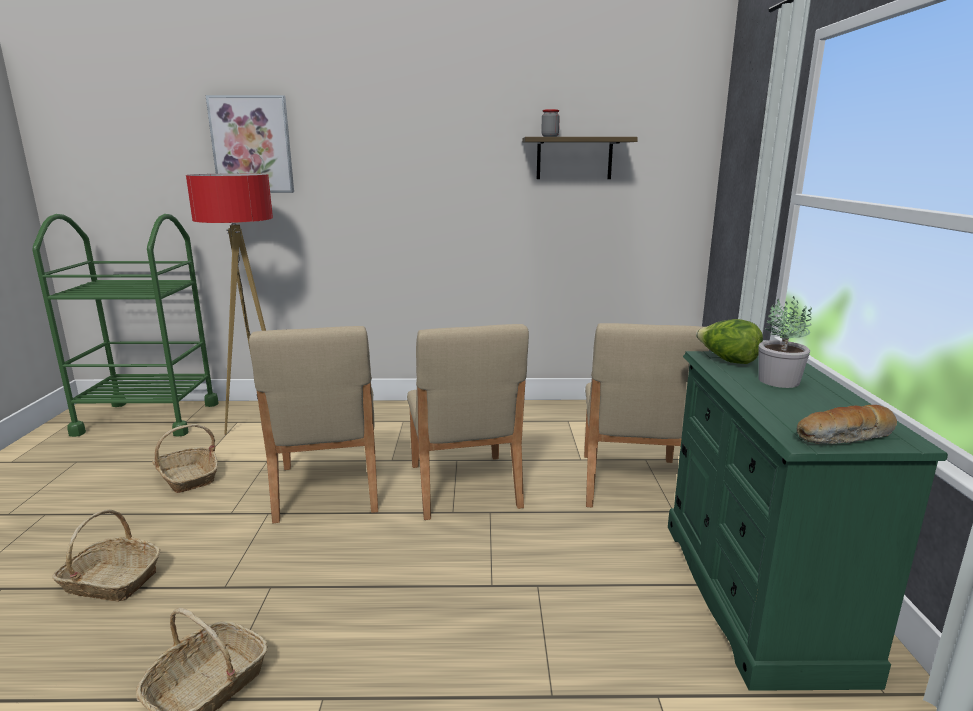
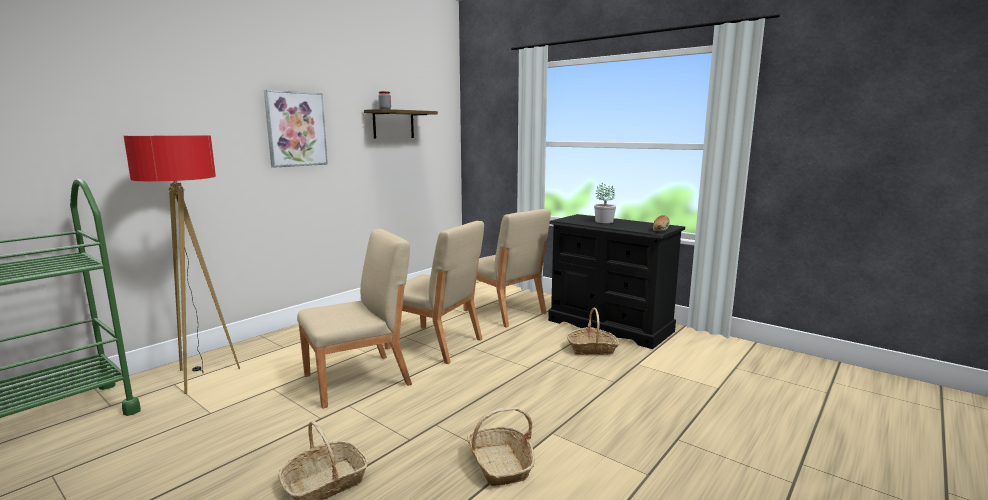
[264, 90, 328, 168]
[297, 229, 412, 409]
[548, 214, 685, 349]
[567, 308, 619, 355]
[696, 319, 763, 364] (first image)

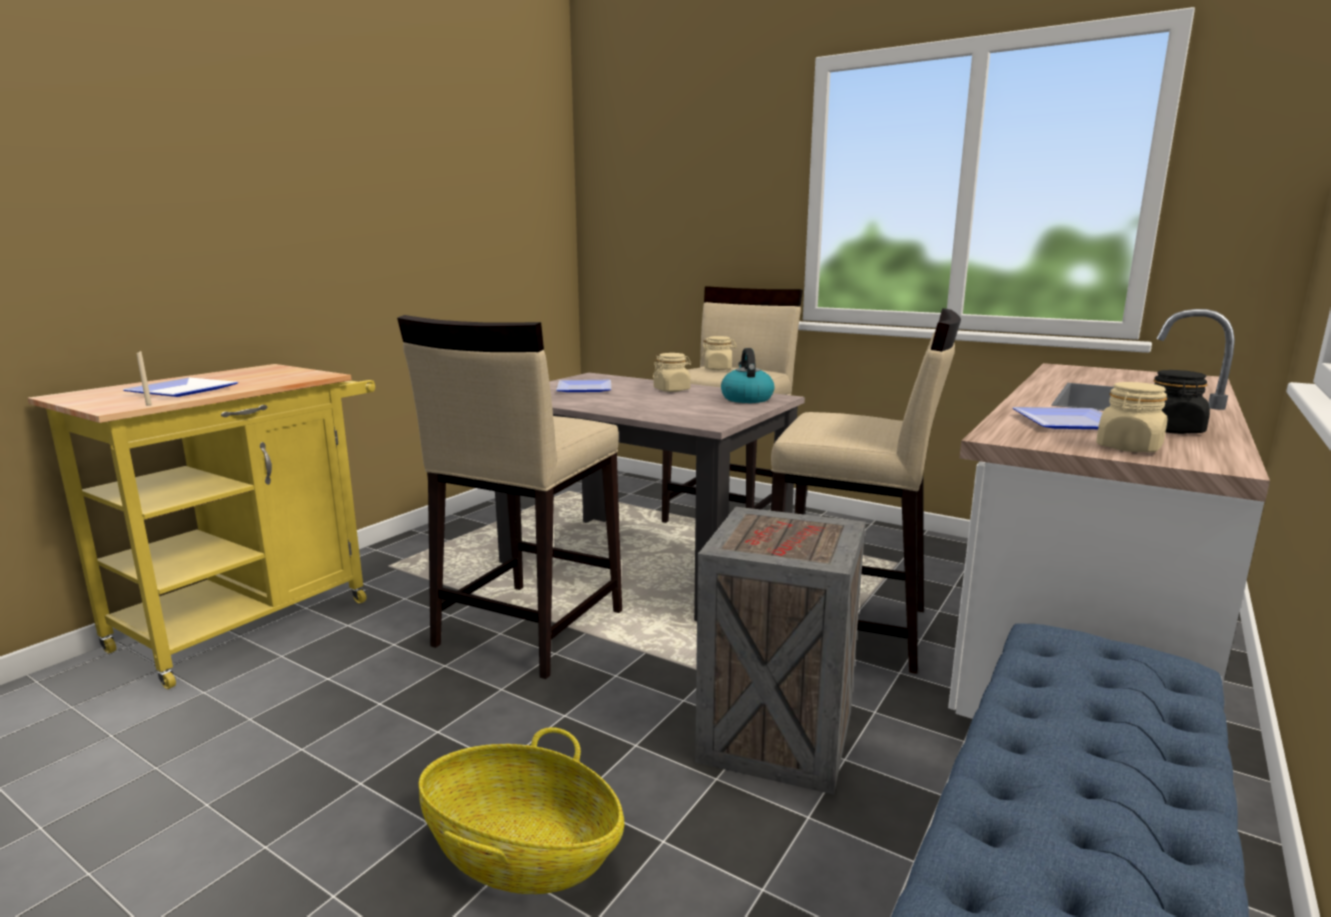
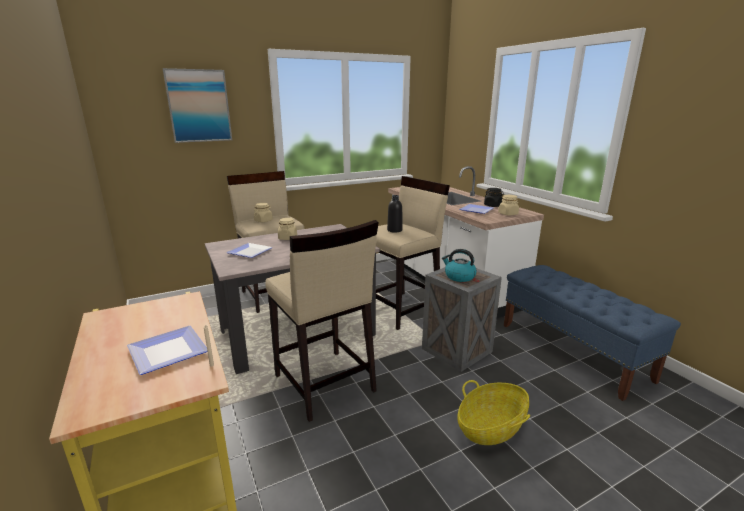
[163, 68, 232, 143]
[387, 195, 403, 233]
[442, 249, 477, 282]

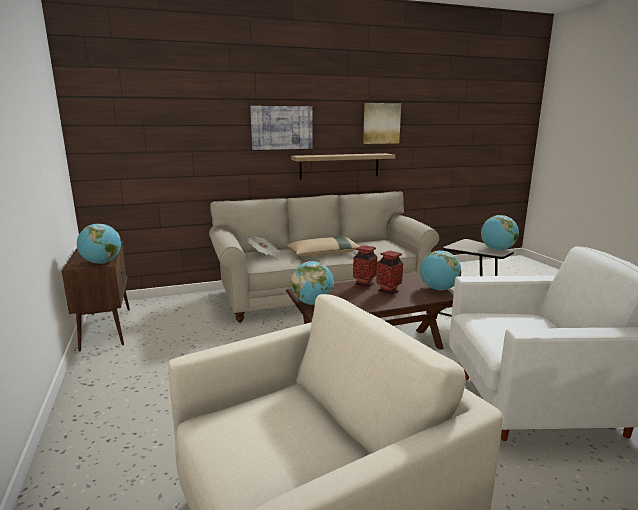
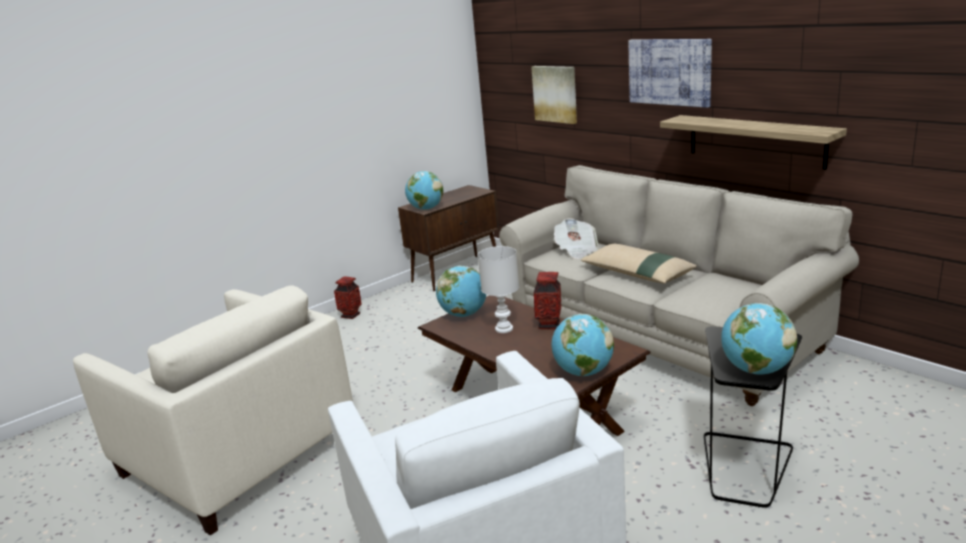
[334, 276, 361, 319]
[478, 246, 519, 333]
[531, 66, 577, 124]

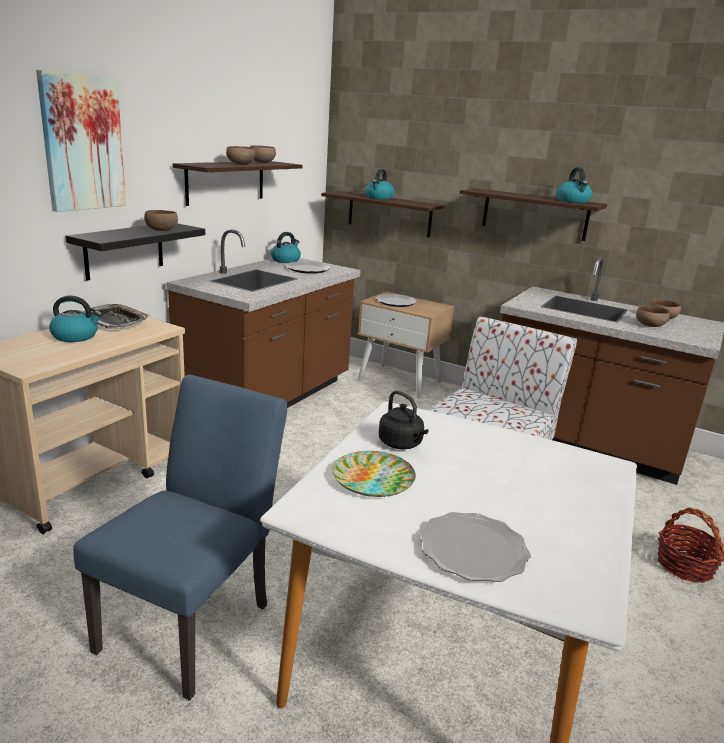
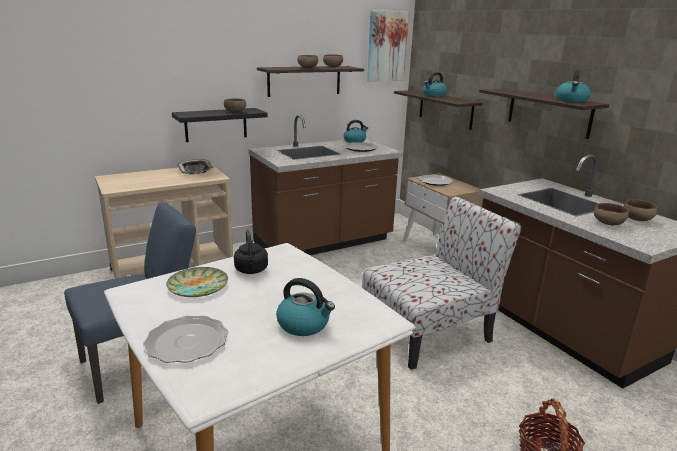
[276, 278, 335, 336]
[367, 10, 409, 82]

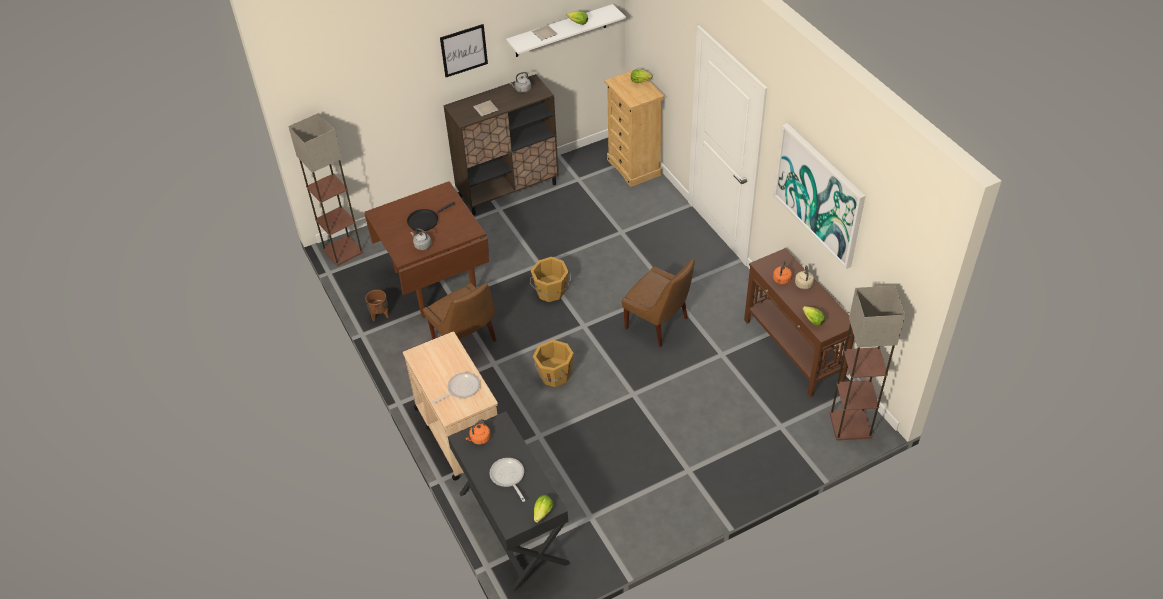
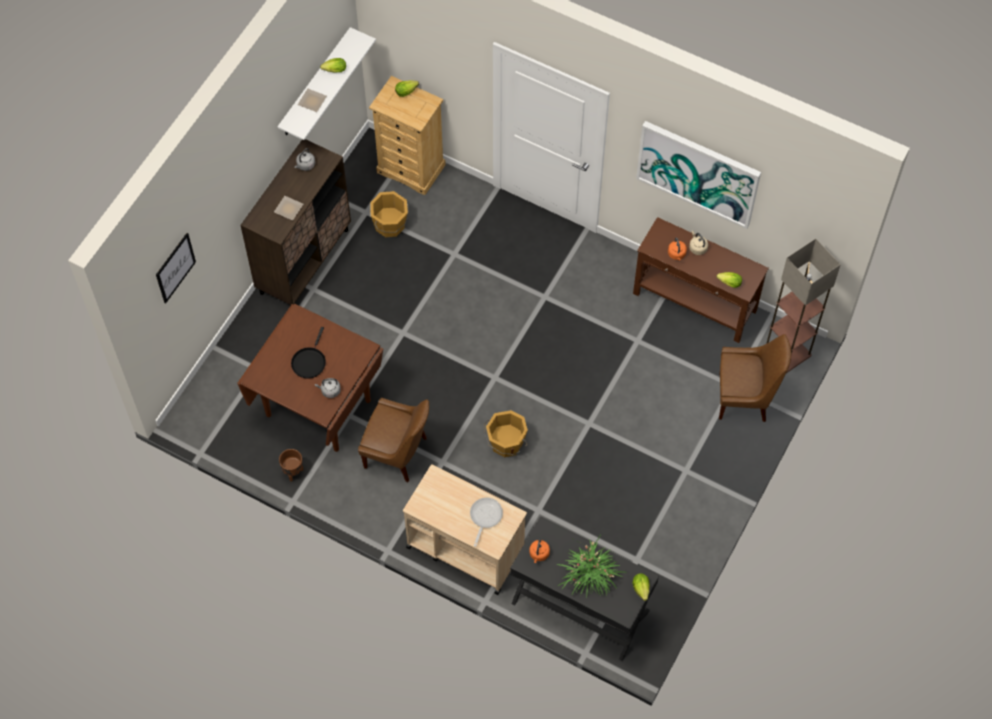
[156, 233, 196, 303]
[370, 191, 409, 237]
[556, 533, 624, 597]
[719, 334, 791, 422]
[288, 113, 364, 266] (first image)

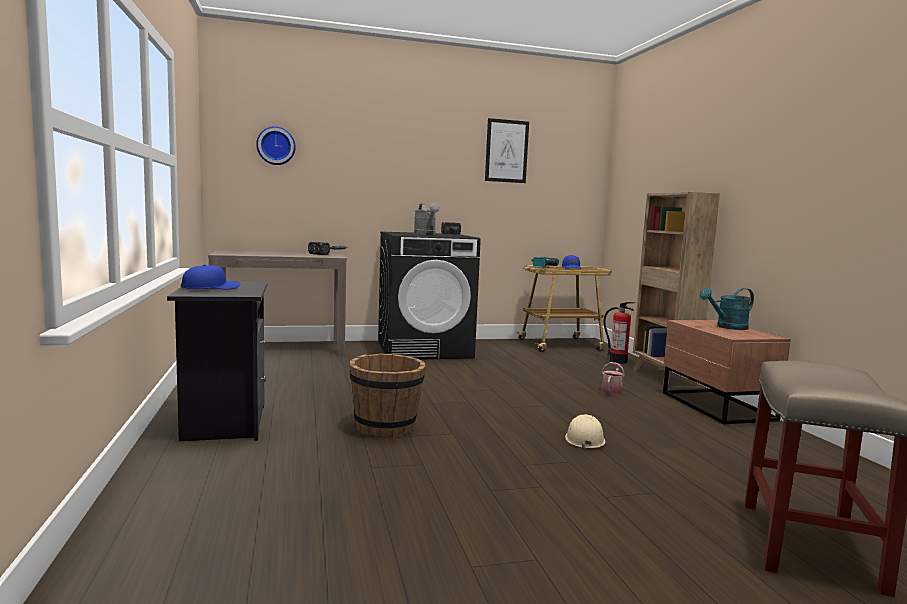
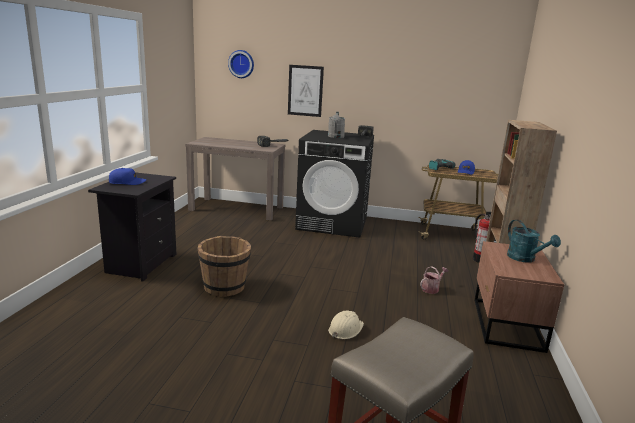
[288, 65, 324, 117]
[507, 220, 561, 263]

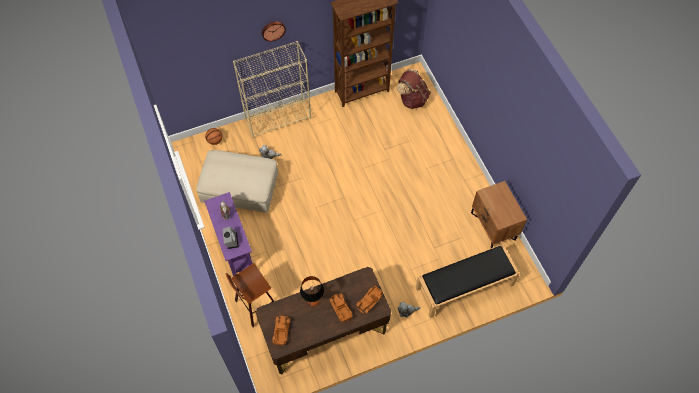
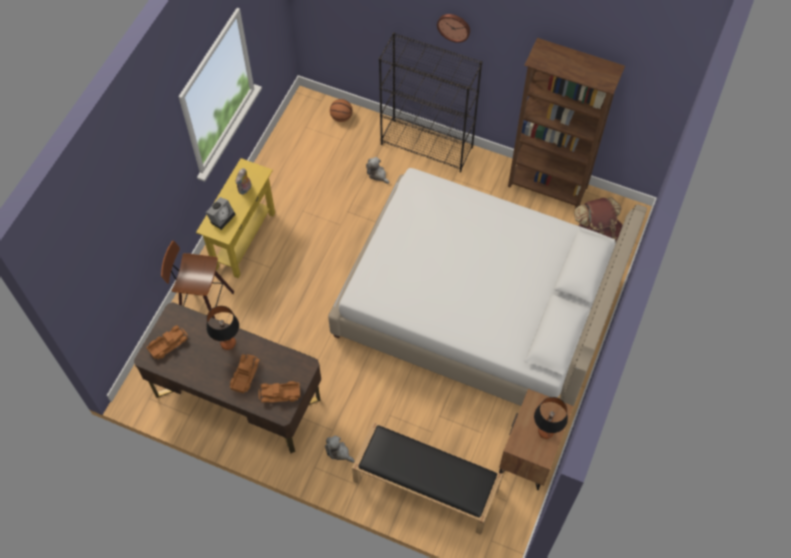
[196, 158, 275, 278]
[328, 168, 647, 406]
[379, 32, 482, 173]
[534, 397, 568, 439]
[196, 150, 278, 213] (first image)

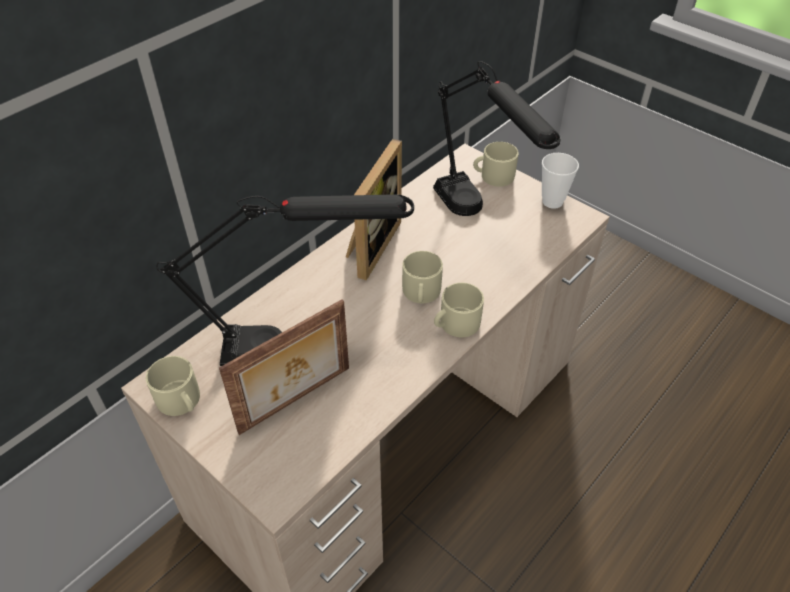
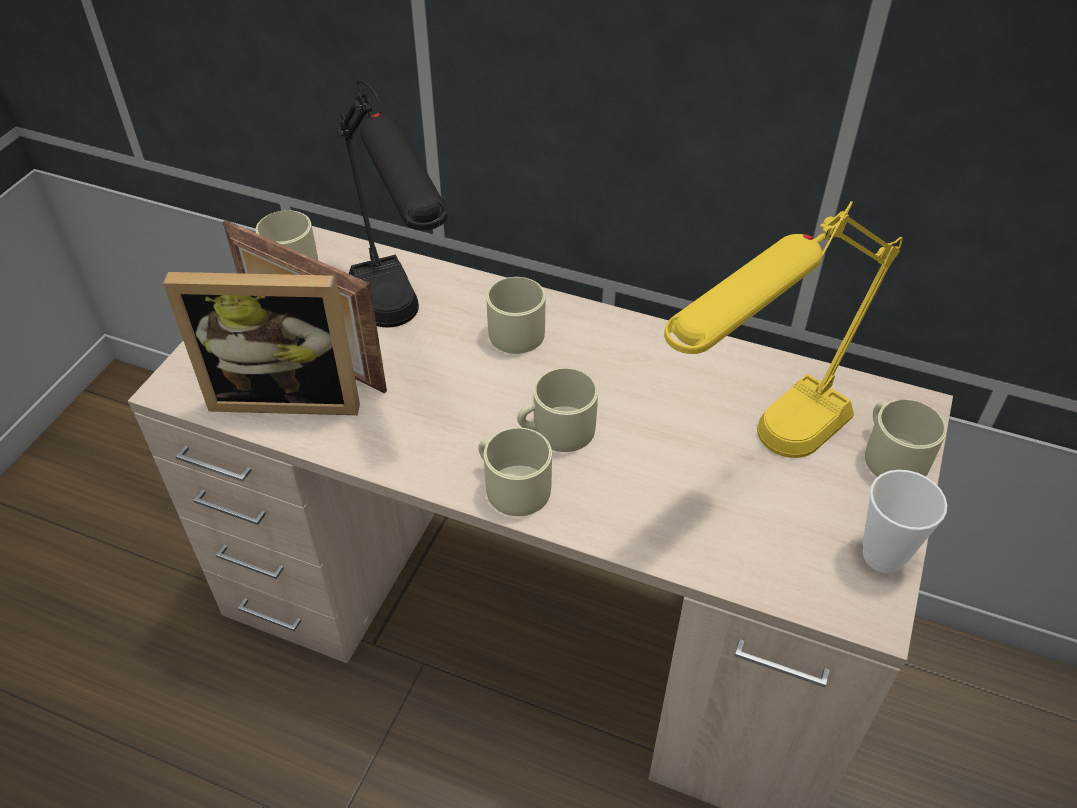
[163, 272, 360, 415]
[486, 277, 545, 354]
[664, 201, 903, 458]

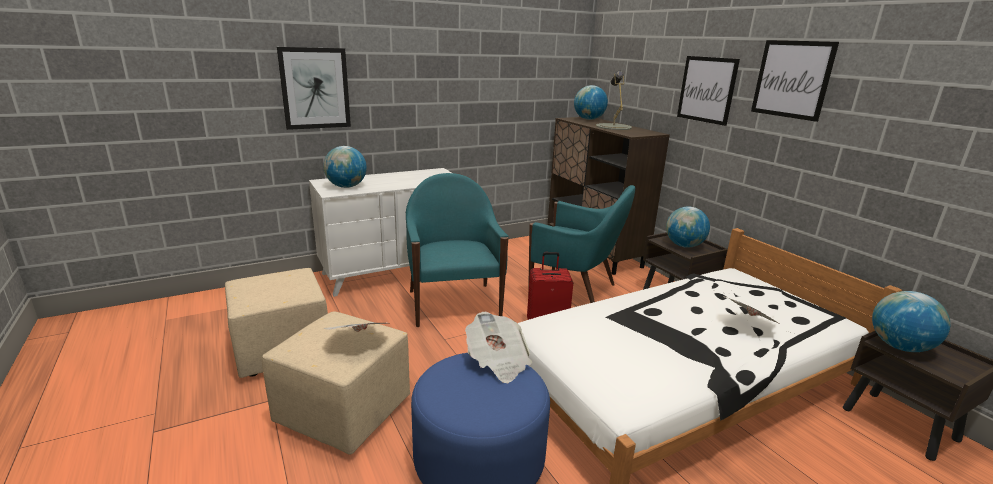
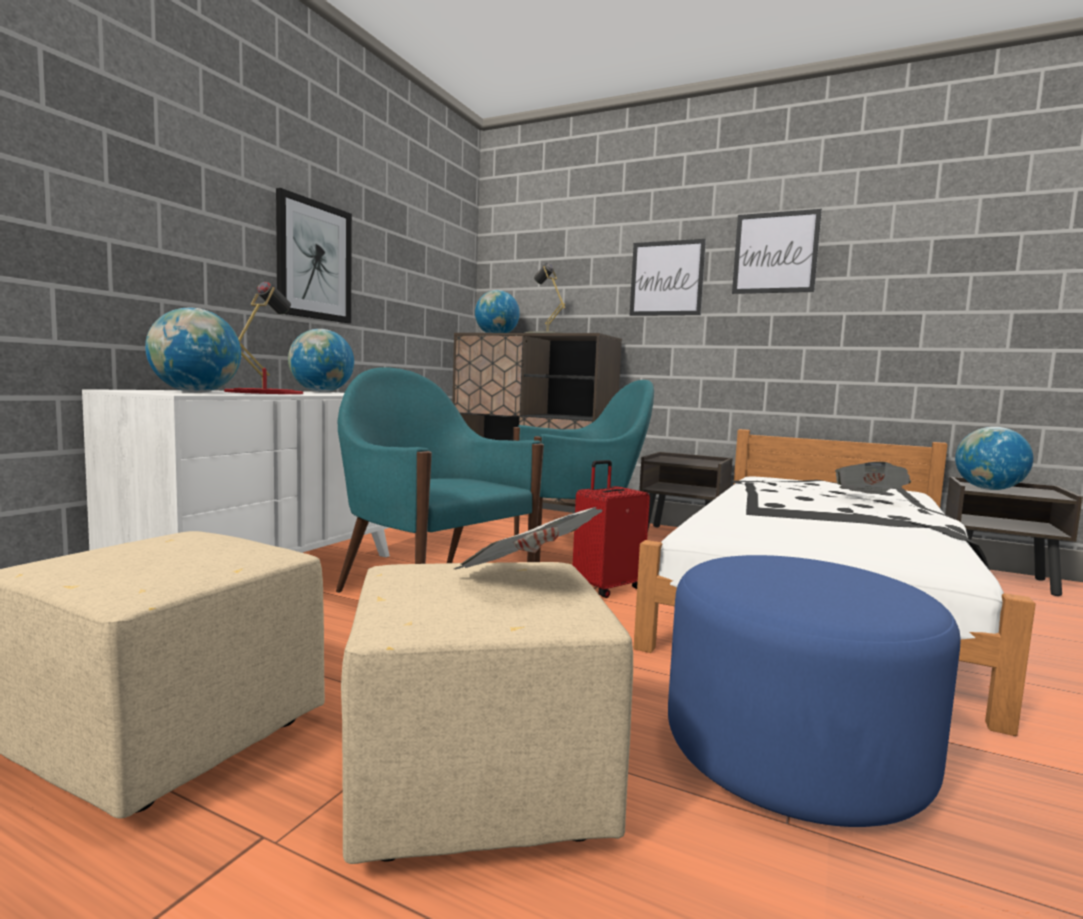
[224, 282, 303, 394]
[276, 188, 352, 323]
[288, 329, 354, 392]
[465, 312, 532, 383] (first image)

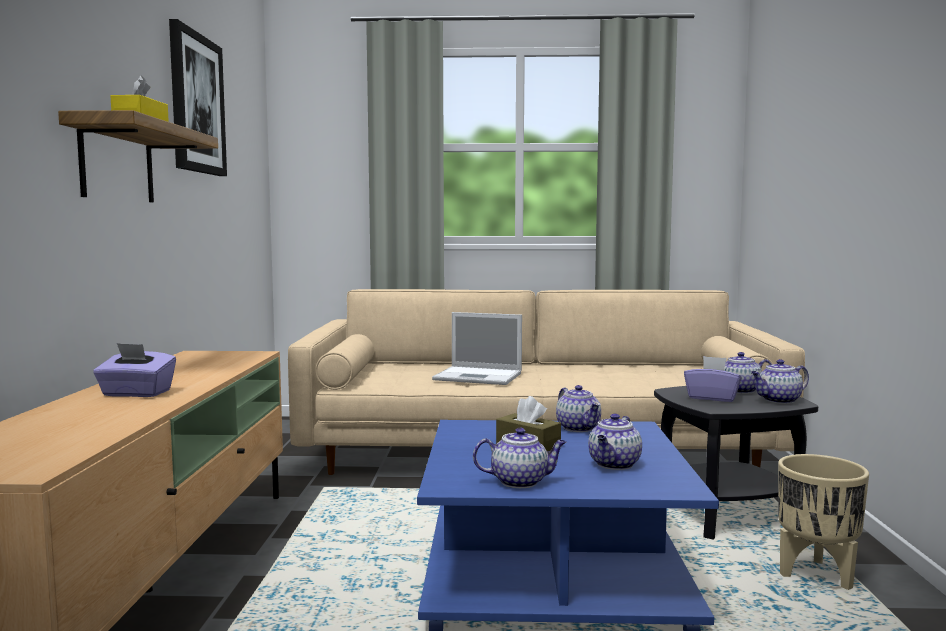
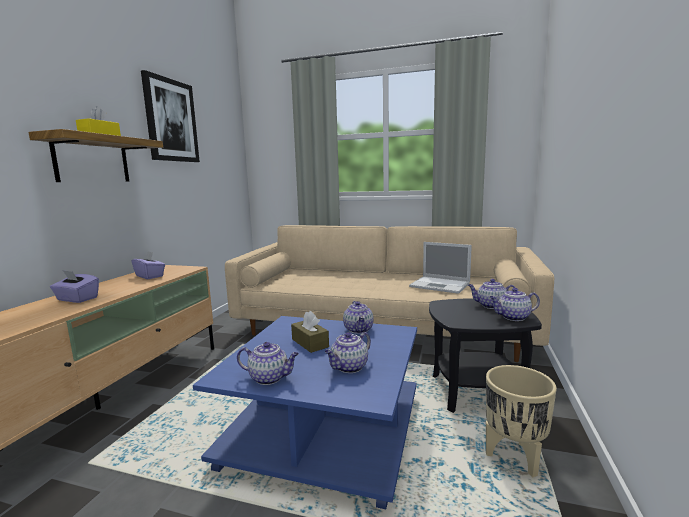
[131, 251, 165, 279]
[409, 242, 472, 294]

